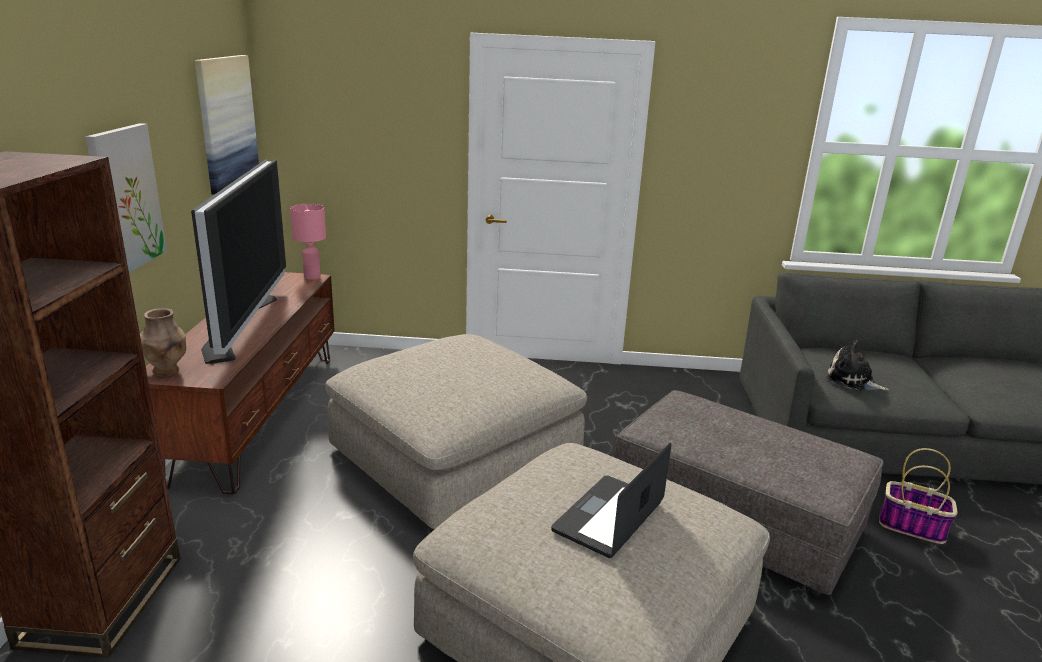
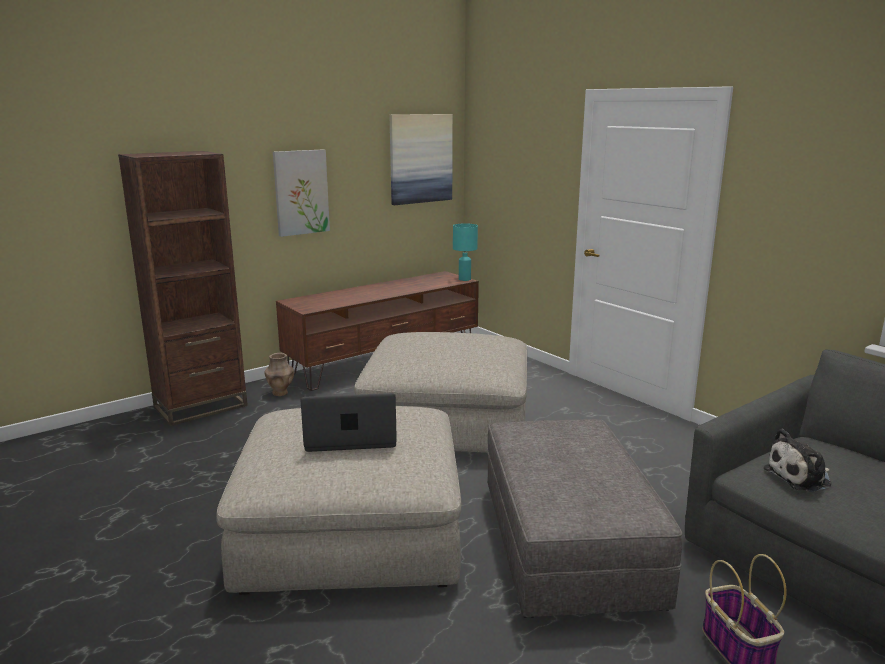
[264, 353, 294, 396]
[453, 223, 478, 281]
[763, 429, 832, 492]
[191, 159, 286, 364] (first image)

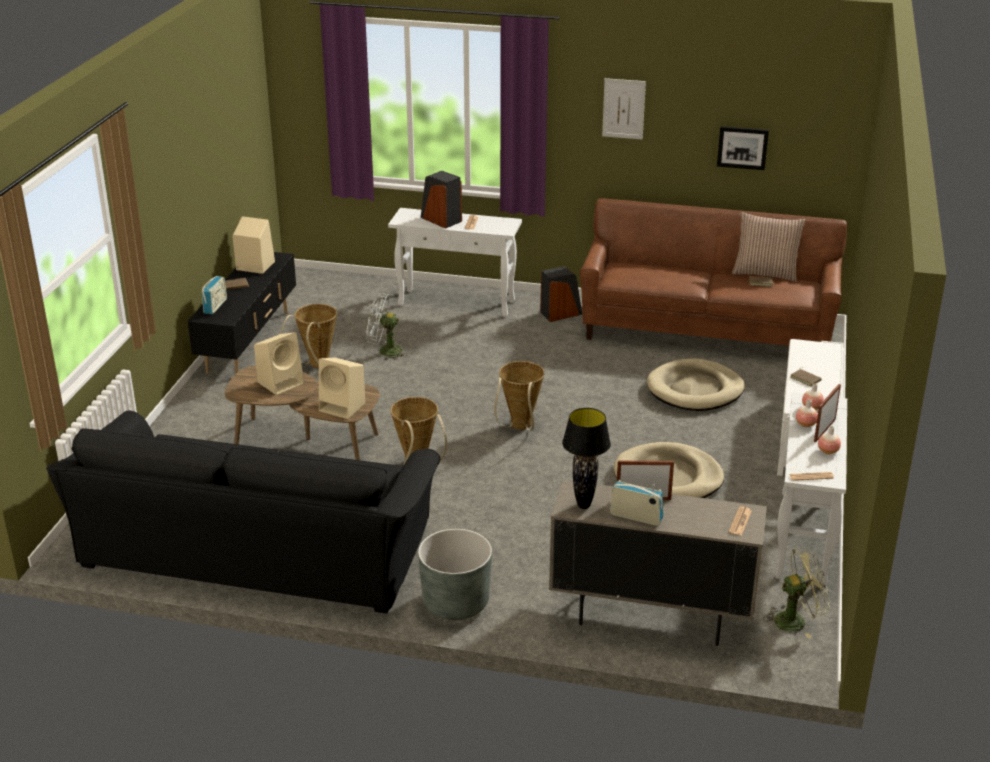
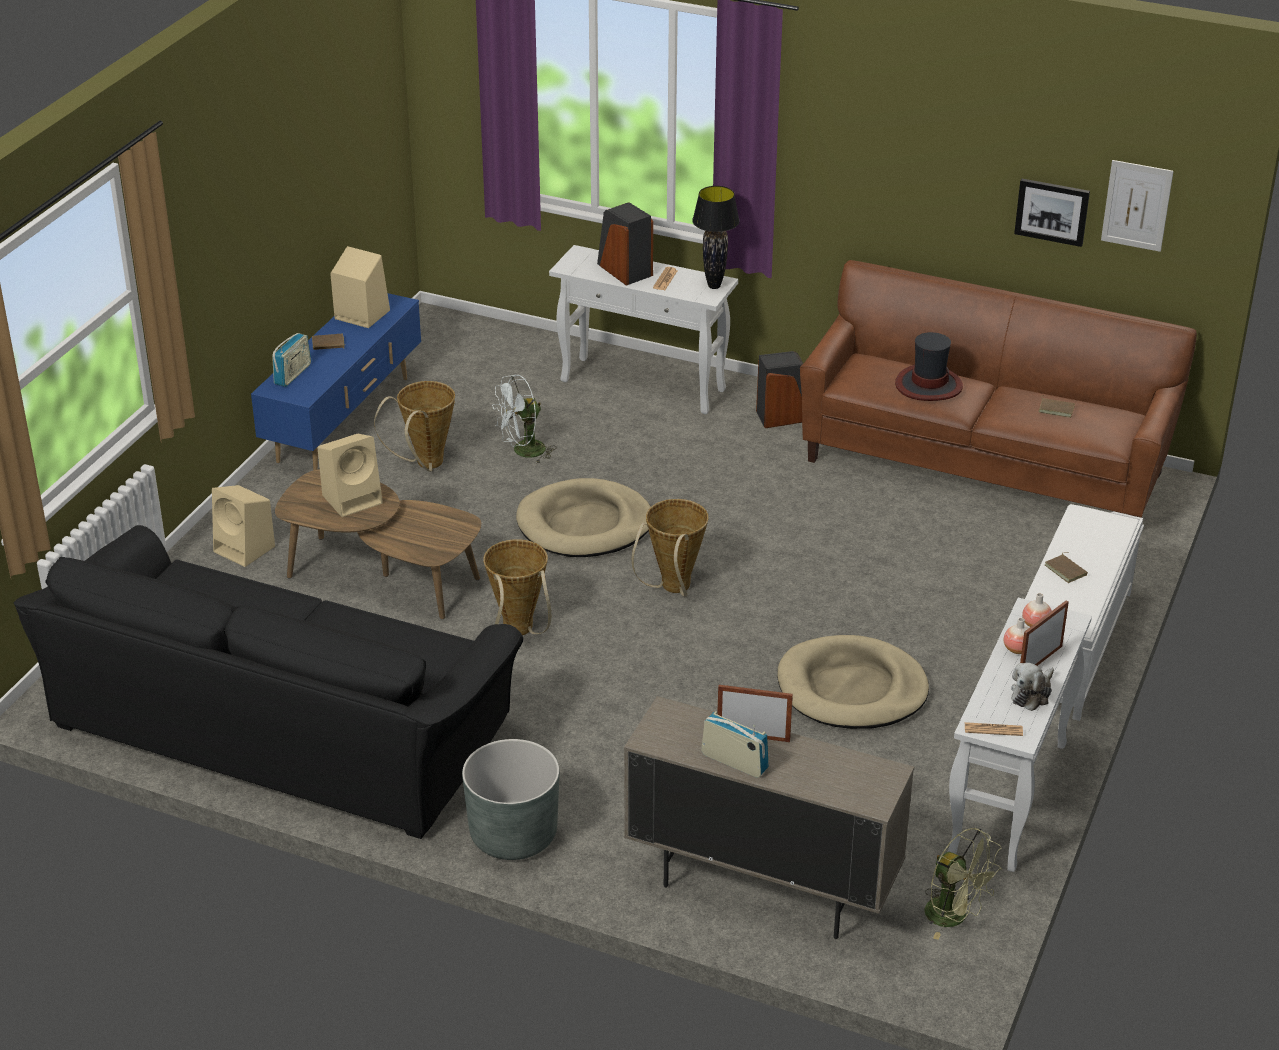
[212, 485, 275, 567]
[251, 293, 421, 470]
[492, 375, 557, 464]
[516, 478, 651, 557]
[692, 186, 740, 289]
[895, 332, 963, 401]
[925, 828, 1002, 940]
[1011, 663, 1054, 711]
[1101, 160, 1173, 252]
[729, 506, 752, 535] (first image)
[732, 212, 806, 282] (first image)

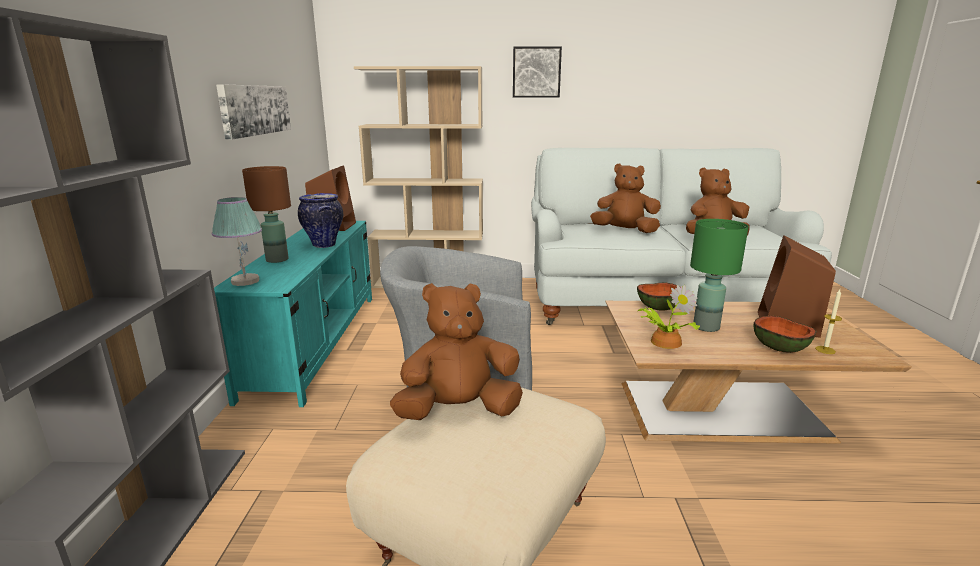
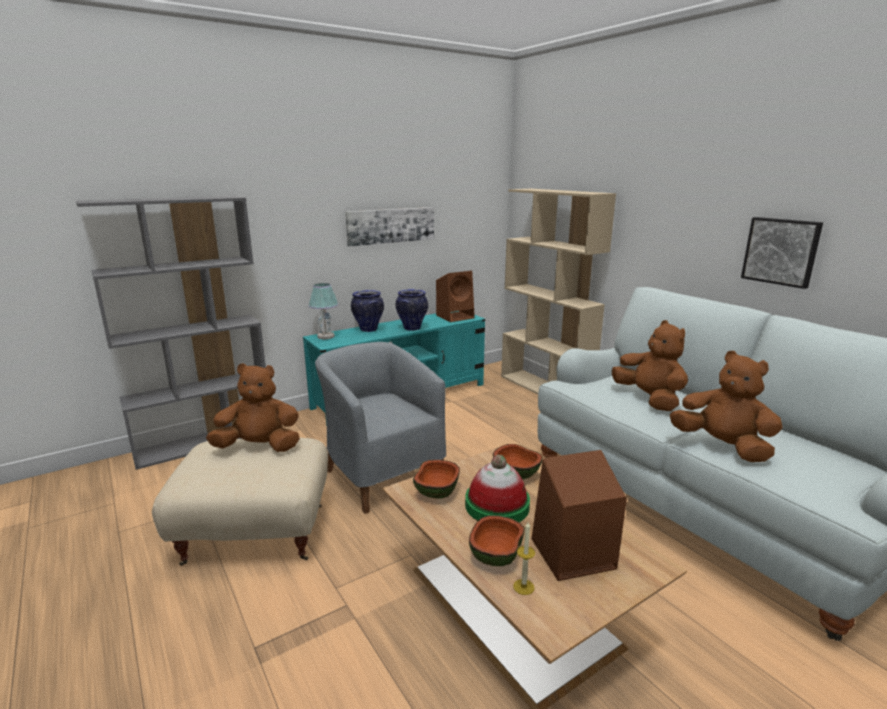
[206, 363, 300, 452]
[351, 290, 384, 332]
[413, 460, 460, 499]
[465, 455, 530, 522]
[741, 217, 823, 289]

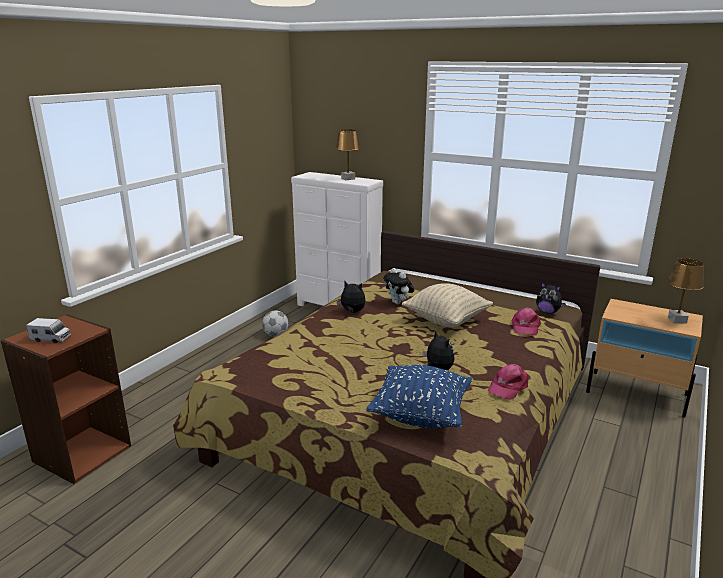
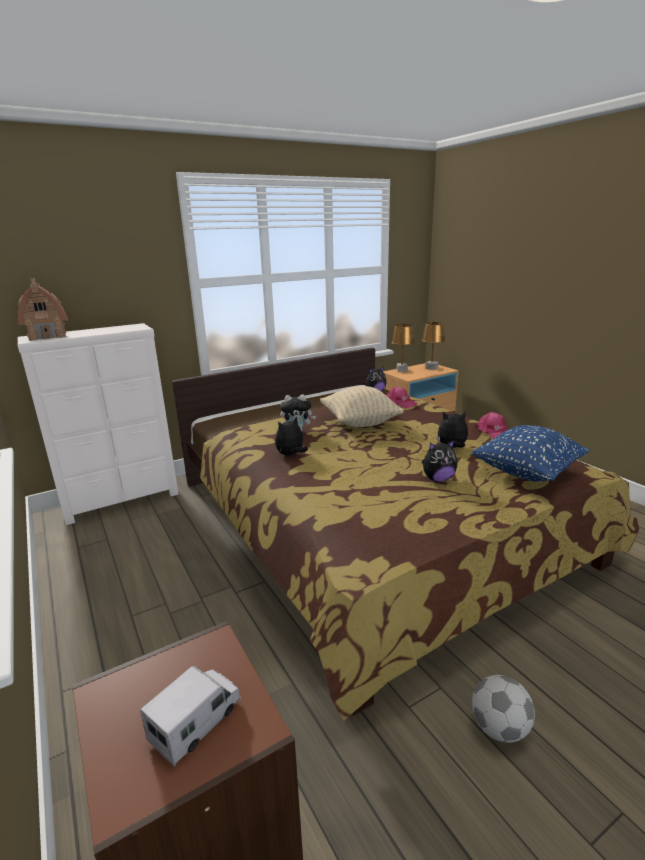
[18, 279, 69, 341]
[391, 324, 415, 372]
[422, 440, 457, 482]
[472, 675, 535, 743]

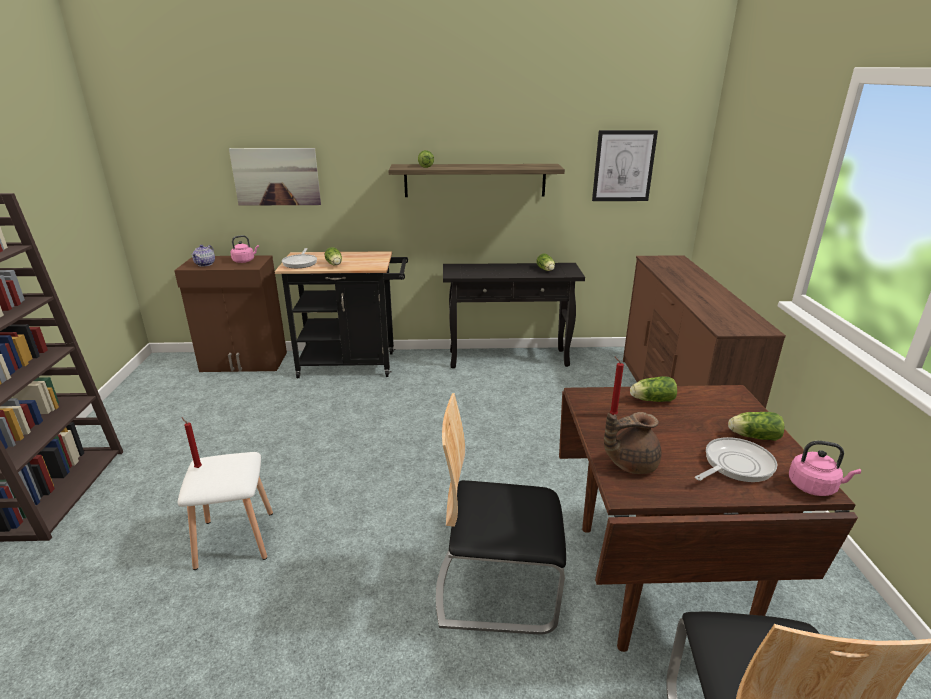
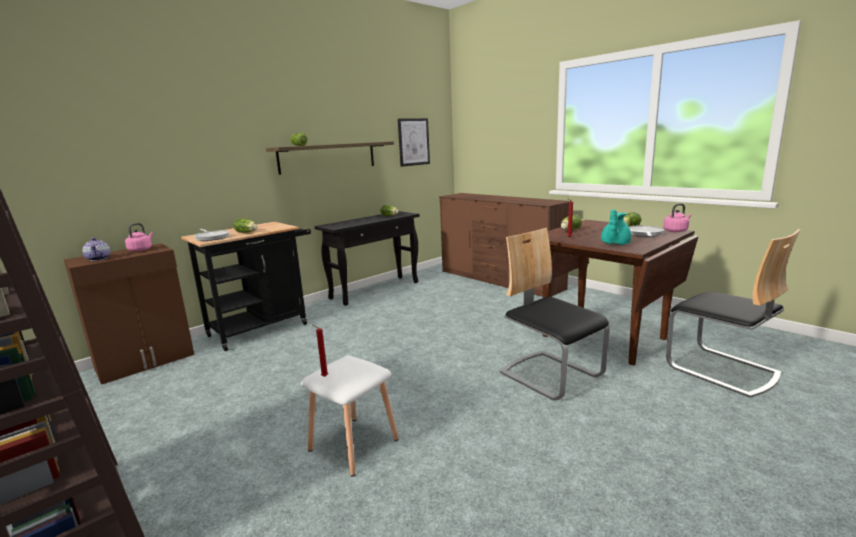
[500, 228, 610, 401]
[601, 209, 631, 245]
[229, 148, 321, 206] (first image)

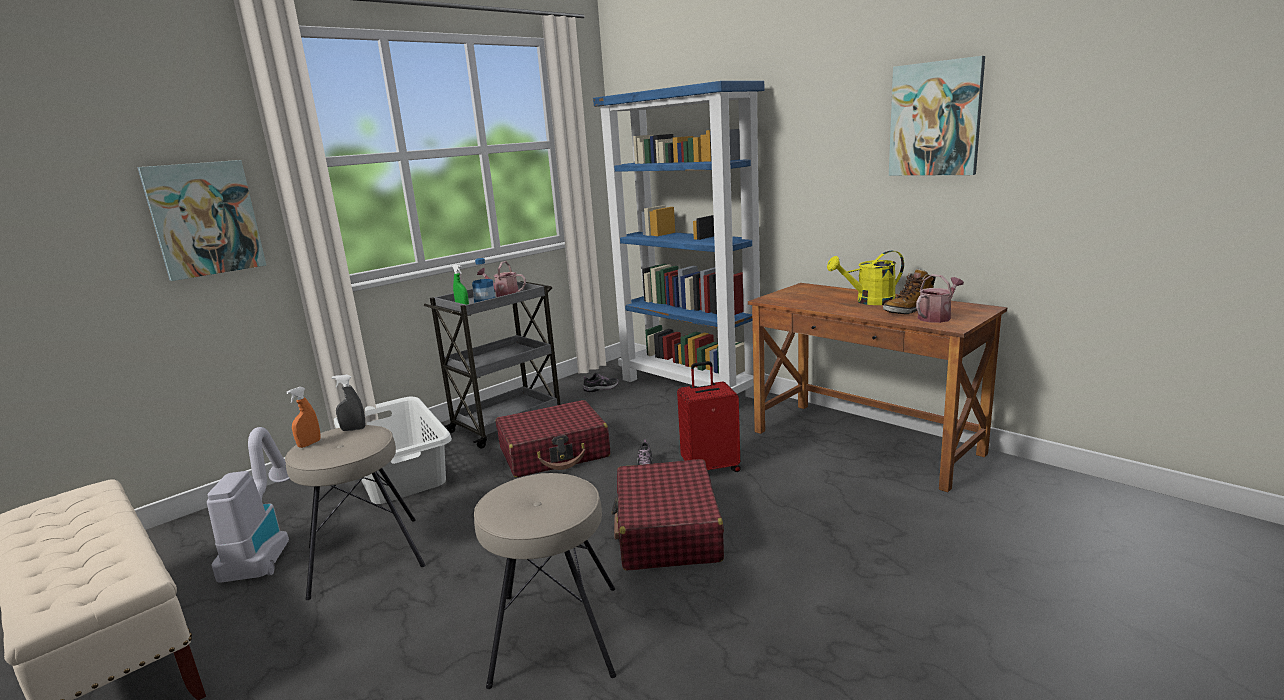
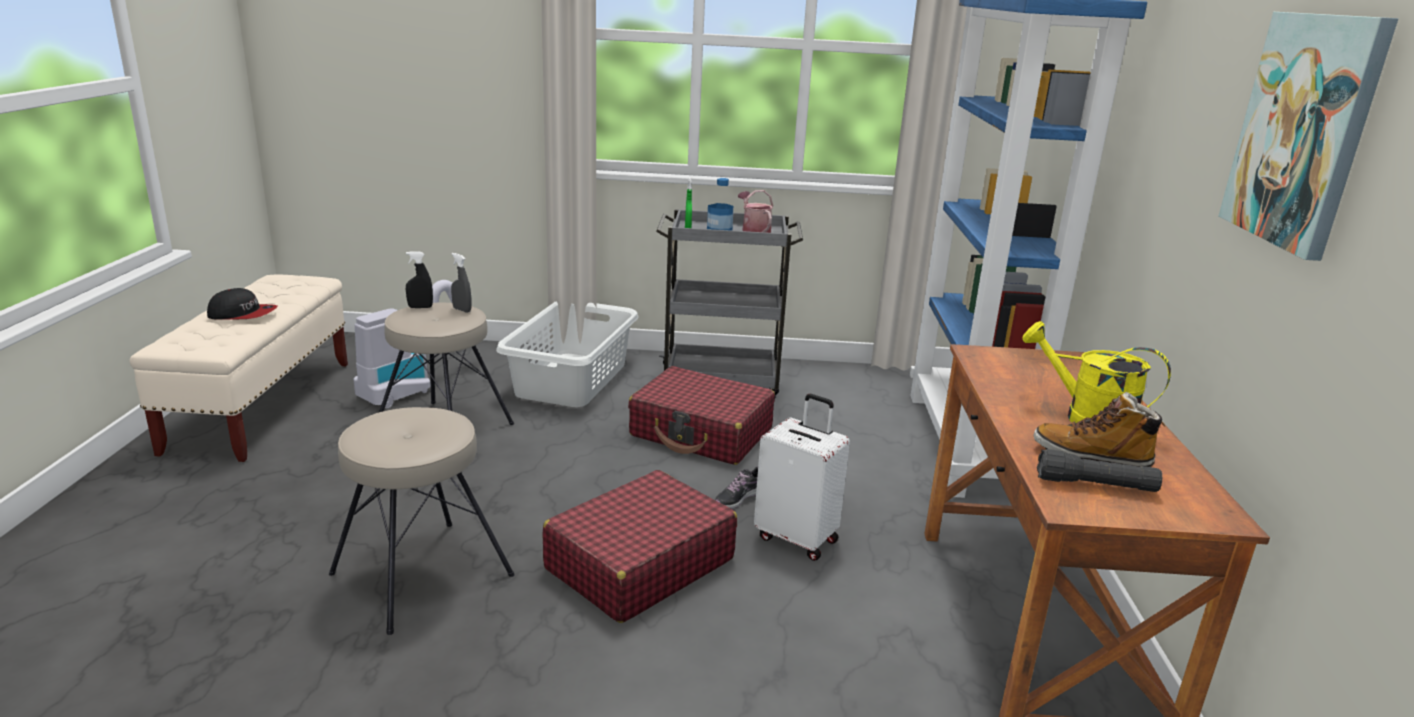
[207, 288, 278, 319]
[406, 252, 433, 308]
[754, 394, 850, 561]
[1037, 449, 1162, 492]
[137, 160, 266, 281] (first image)
[583, 373, 618, 392] (first image)

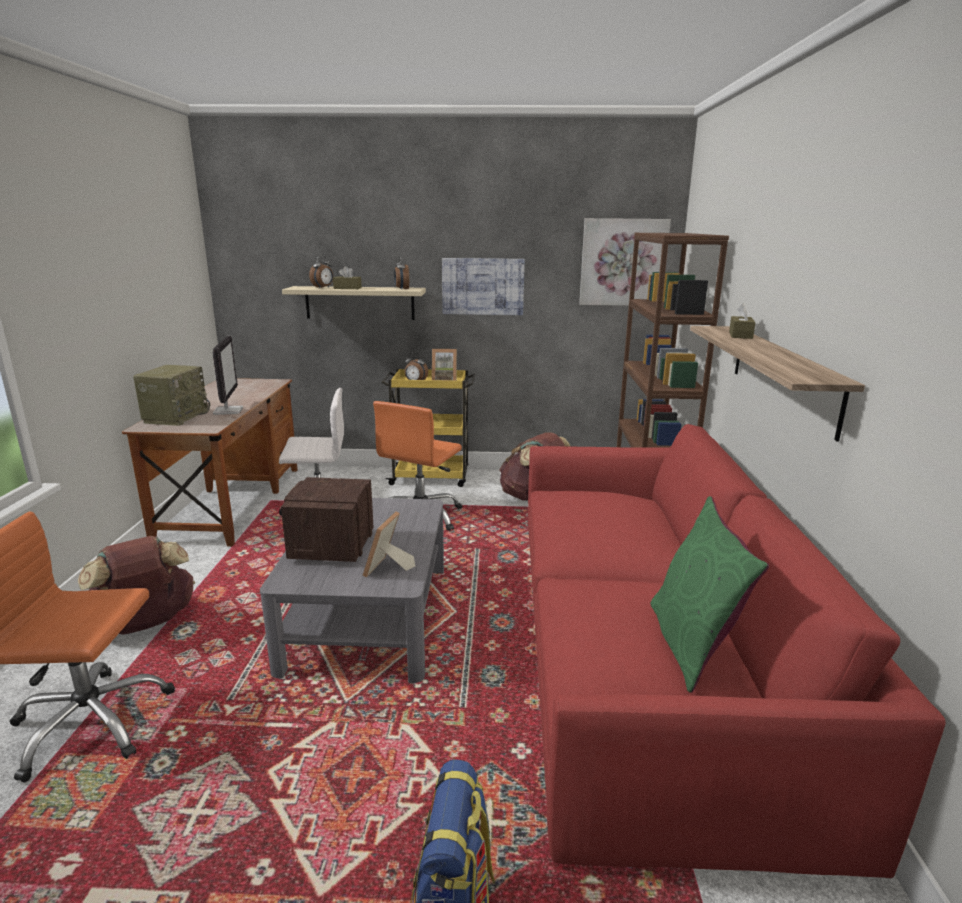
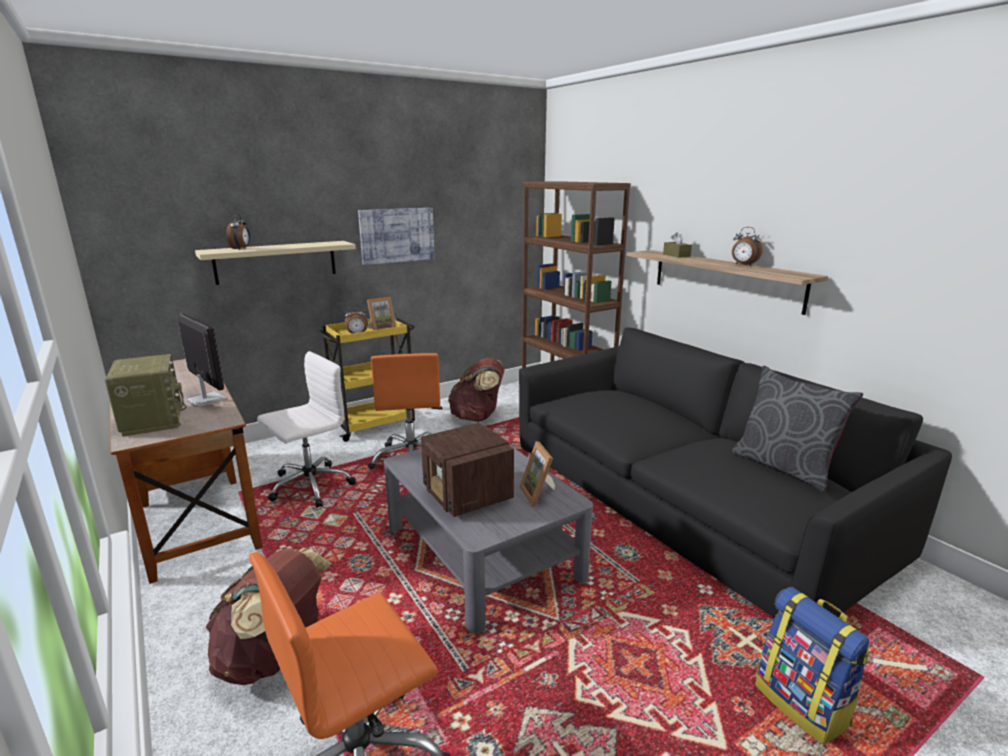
[519, 327, 952, 618]
[732, 227, 763, 266]
[732, 366, 863, 493]
[333, 266, 362, 289] (first image)
[579, 218, 671, 306] (first image)

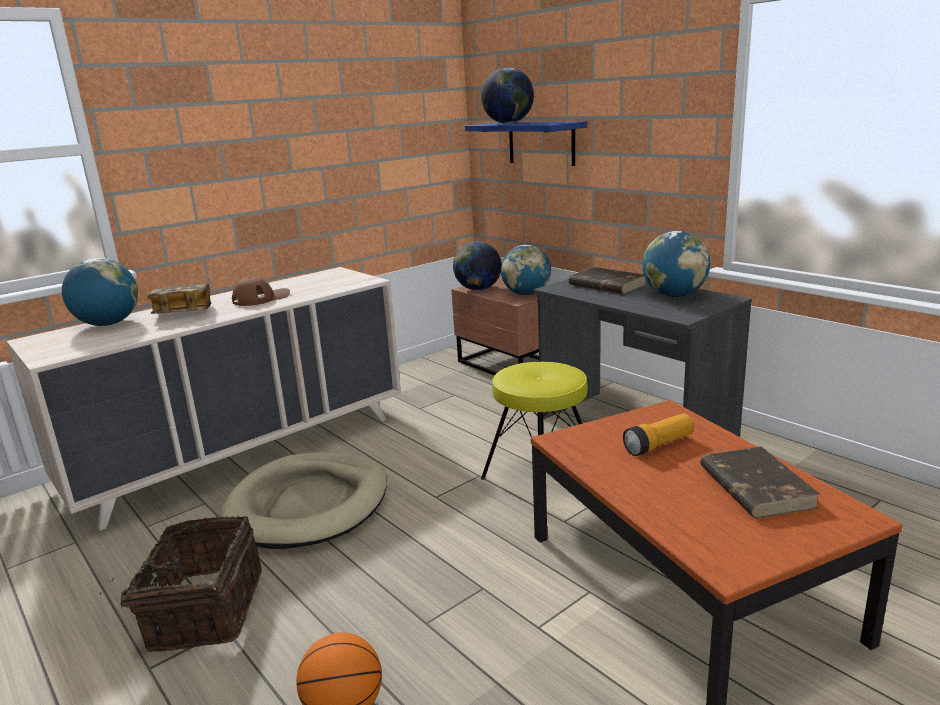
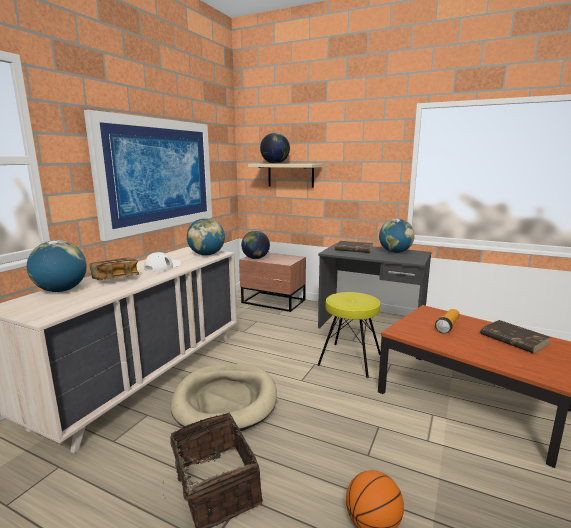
[84, 110, 212, 241]
[144, 252, 181, 272]
[187, 218, 225, 256]
[248, 164, 322, 188]

